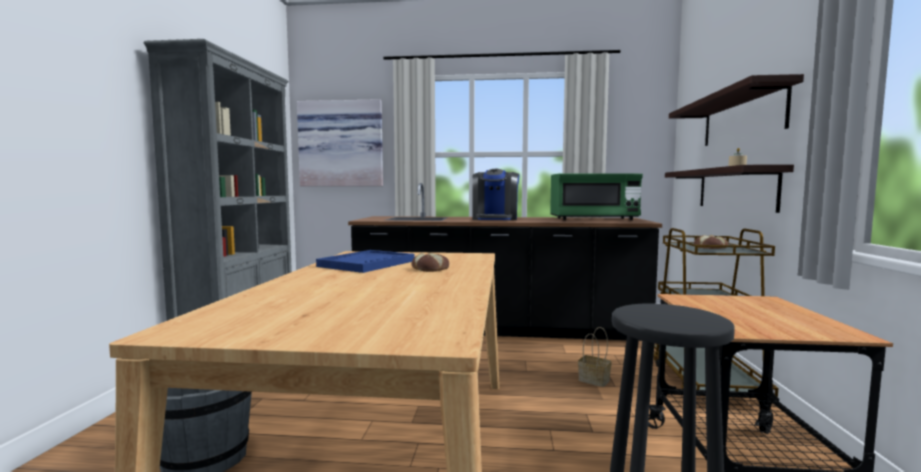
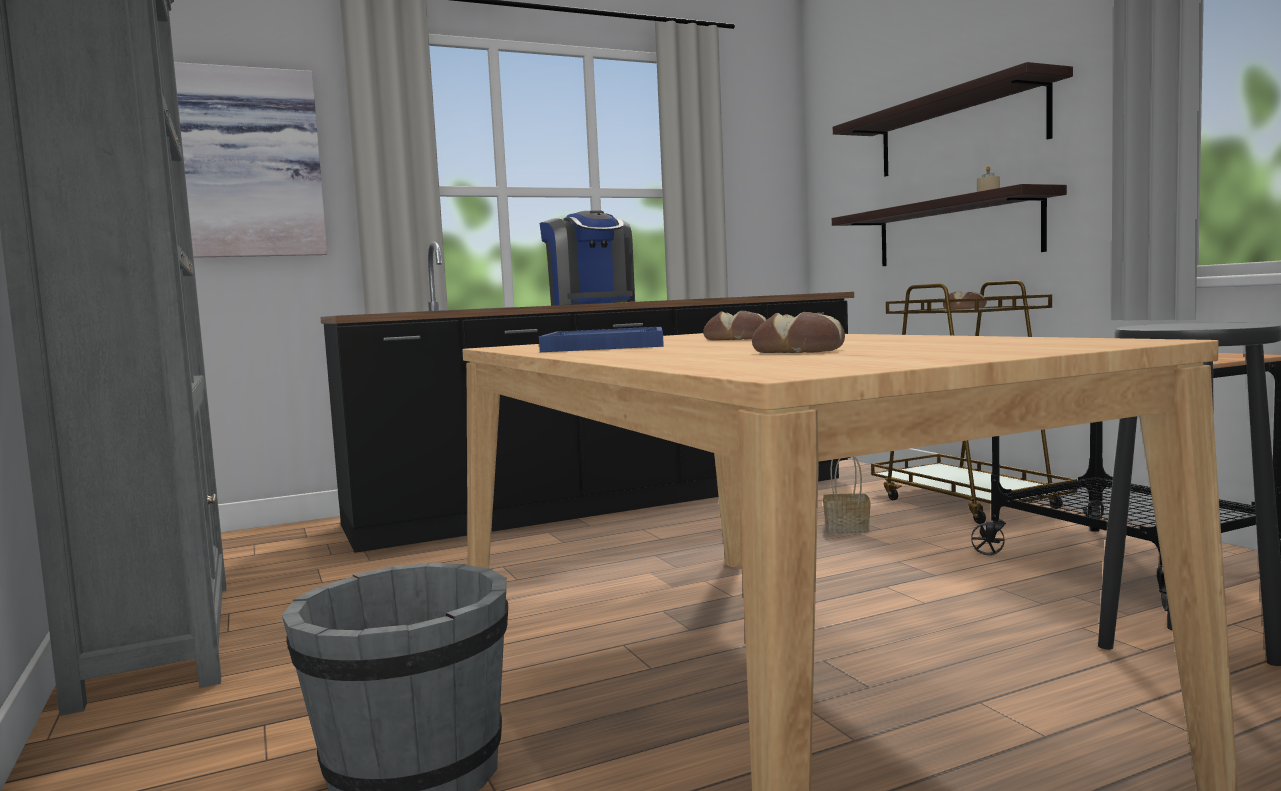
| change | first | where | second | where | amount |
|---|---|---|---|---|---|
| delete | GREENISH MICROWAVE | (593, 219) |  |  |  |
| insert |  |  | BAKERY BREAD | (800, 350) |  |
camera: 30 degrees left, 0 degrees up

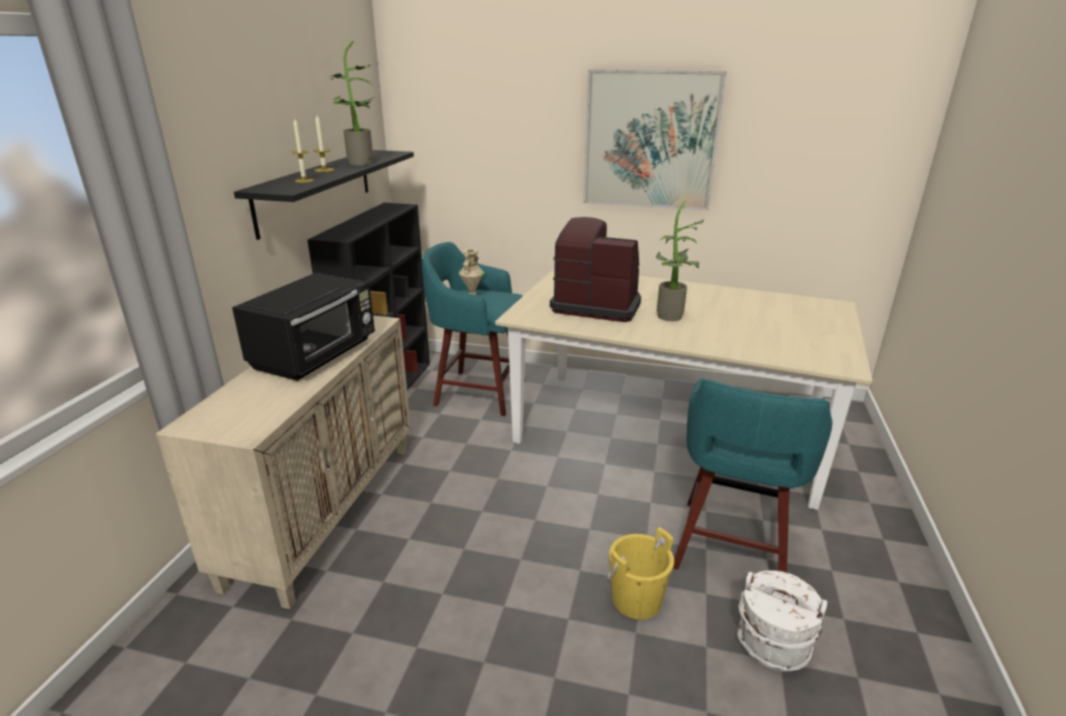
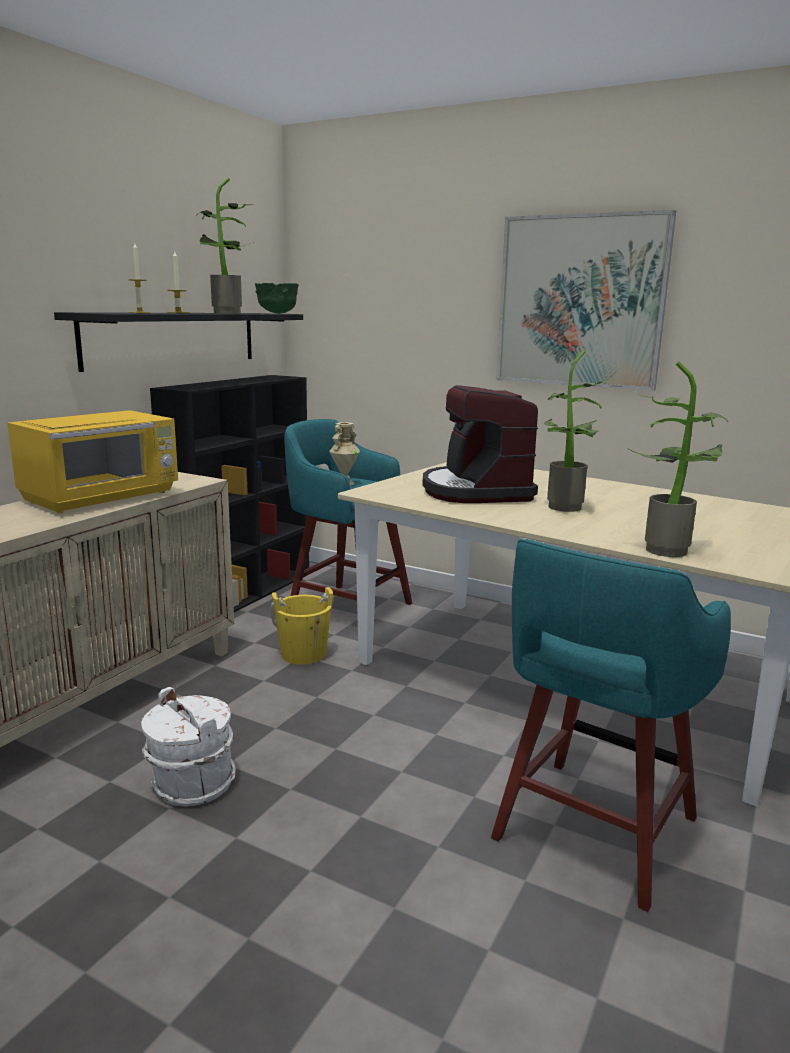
| change | first | where | second | where | amount |
|---|---|---|---|---|---|
| recolor | BLACKISH MICROWAVE | (316, 355) | YELLOW-COLOURED MICROWAVE | (103, 497) |  |
| rotate | COFFEE MACHINE | (596, 305) |  | (476, 491) | 135 degrees counterclockwise |
| move | YELLOW-COLOURED PAIL | (636, 599) |  | (303, 654) |  |
| move | WHITISH PAIL | (772, 645) |  | (192, 784) |  |
| insert |  |  | GREENISH DEEP DISH | (277, 313) |  |
| insert |  |  | PLANT IN A POT | (668, 549) |  |
camera: 15 degrees right, 10 degrees down

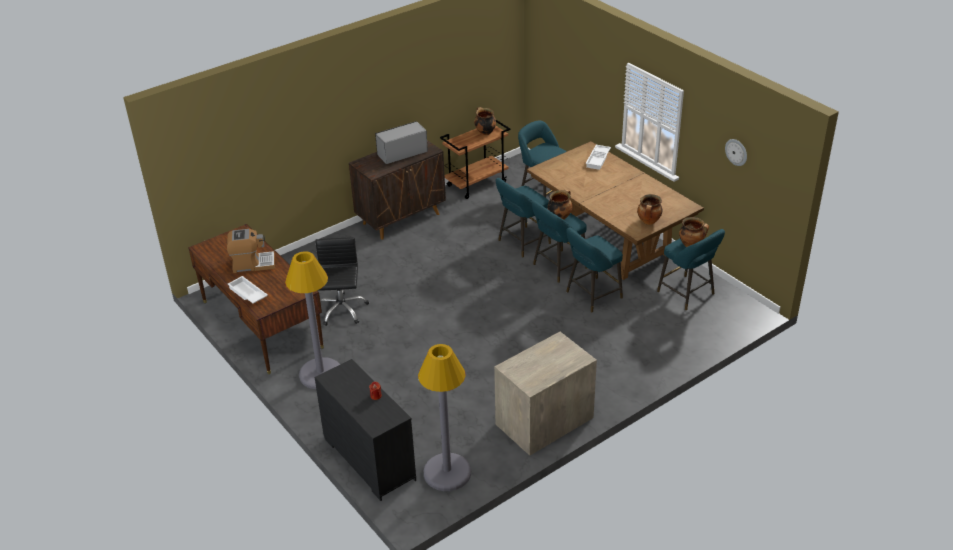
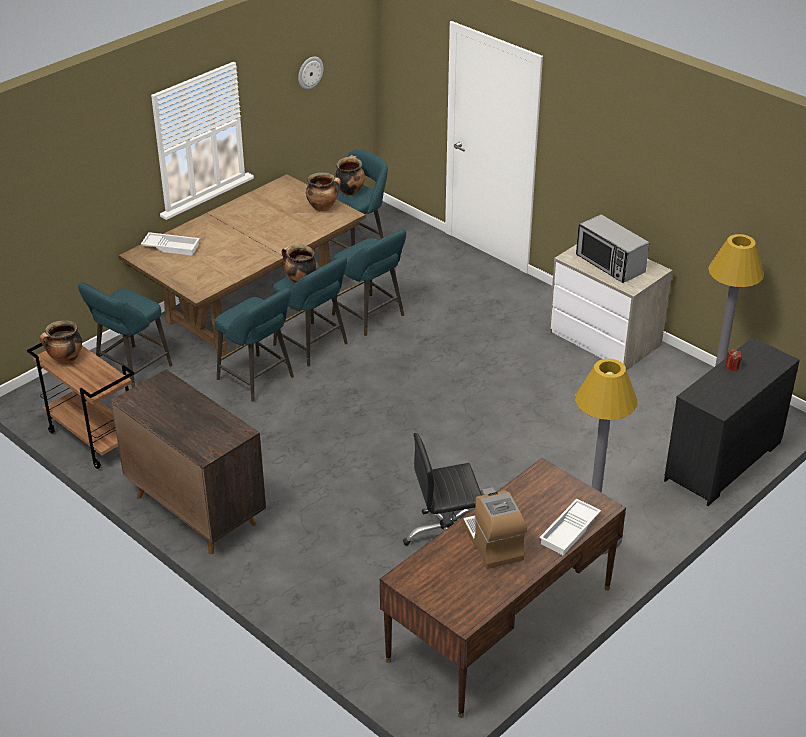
| change | first | where | second | where | amount |
|---|---|---|---|---|---|
| move | MICROWAVE | (402, 153) |  | (610, 264) |  |
camera: 100 degrees left, 0 degrees up

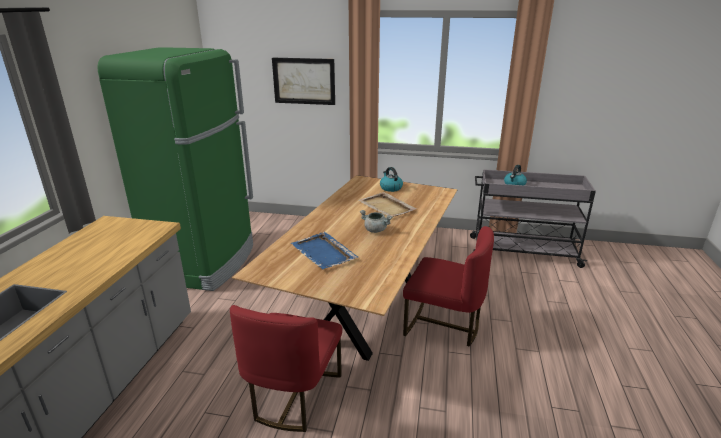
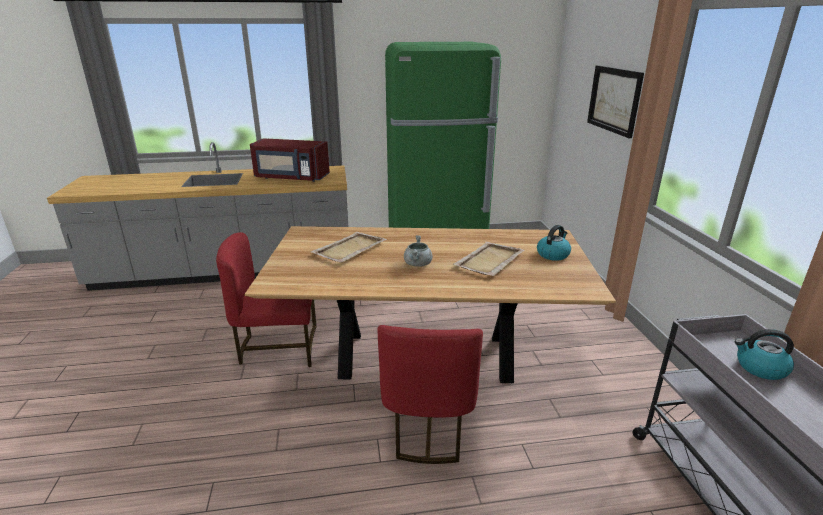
| change | first | where | second | where | amount |
|---|---|---|---|---|---|
| recolor | BLUE CARRYING TRAY | (324, 253) | BEIGE-COLOURED CARRYING TRAY | (349, 249) |  |
| insert |  |  | RED MICROWAVE | (291, 178) |  |
camera: 70 degrees right, 0 degrees up

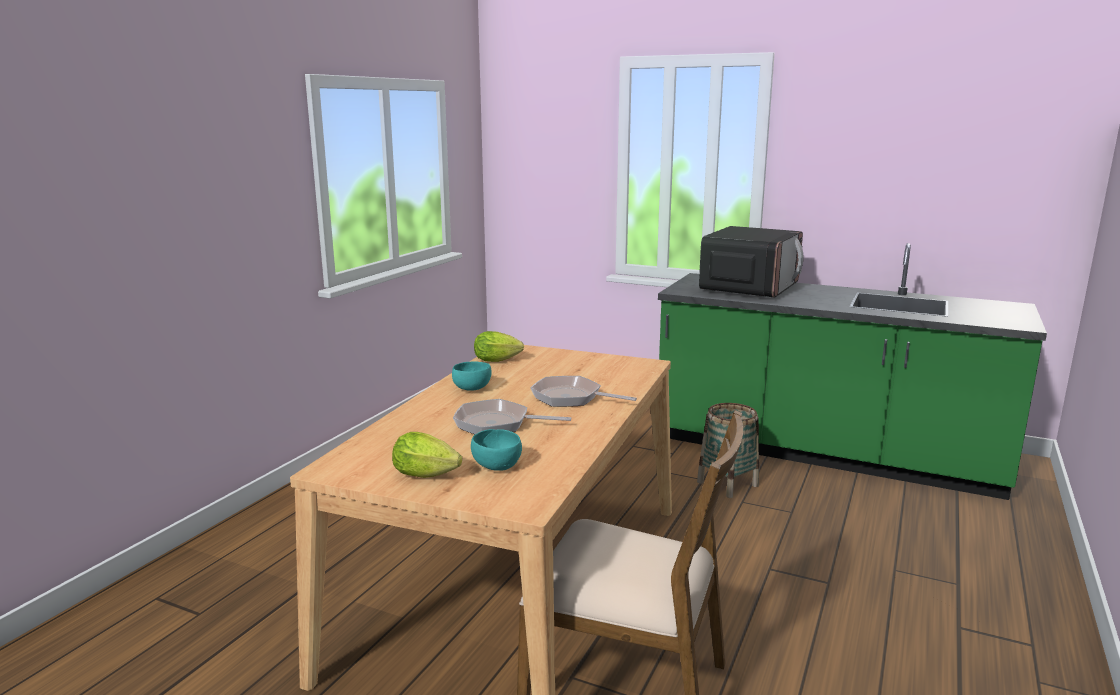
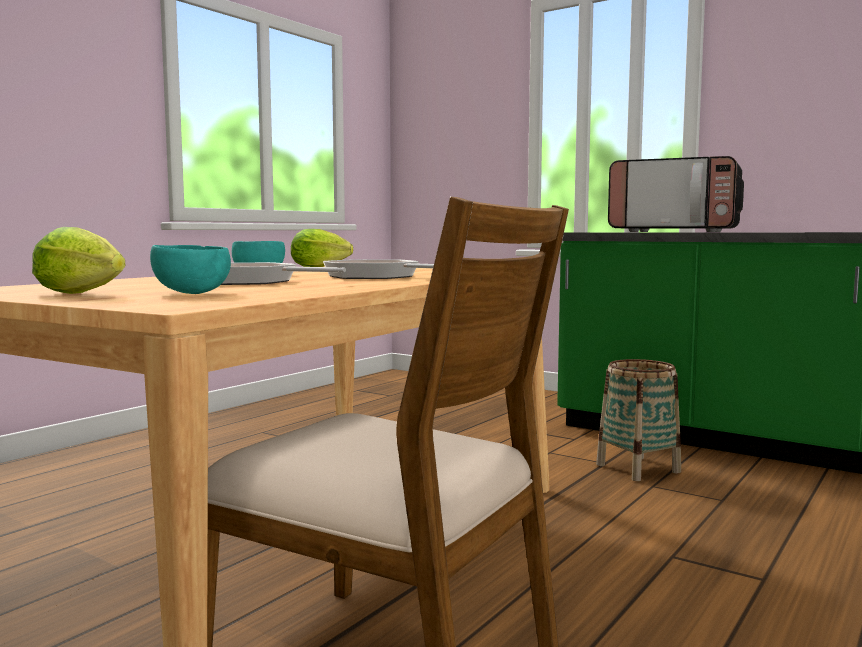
| change | first | where | second | where | amount |
|---|---|---|---|---|---|
| rotate | MICROWAVE | (750, 287) |  | (676, 232) | 75 degrees clockwise |
camera: 10 degrees right, 10 degrees down

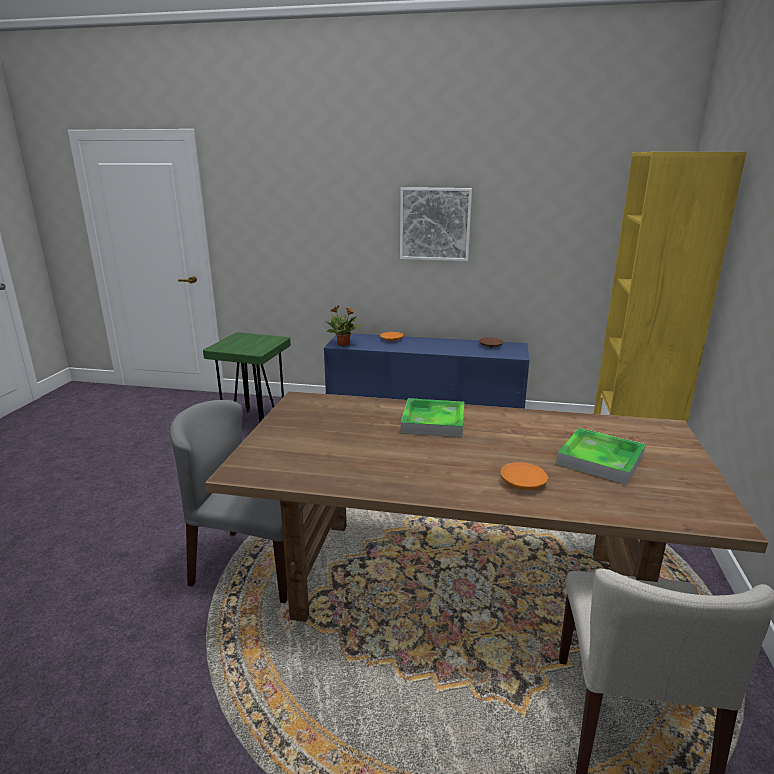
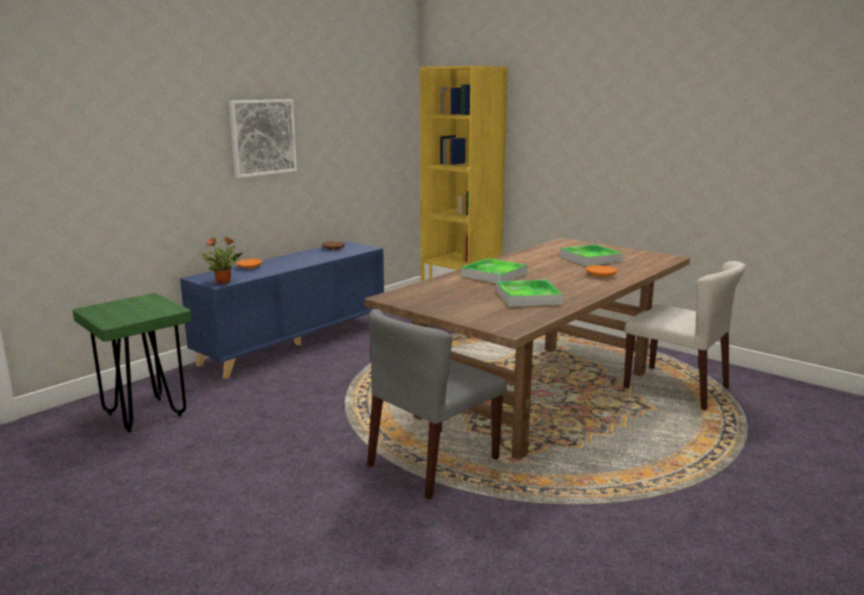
| change | first | where | second | where | amount |
|---|---|---|---|---|---|
| insert |  |  | CARRYING TRAY | (528, 297) |  |
camera: 60 degrees left, 5 degrees down

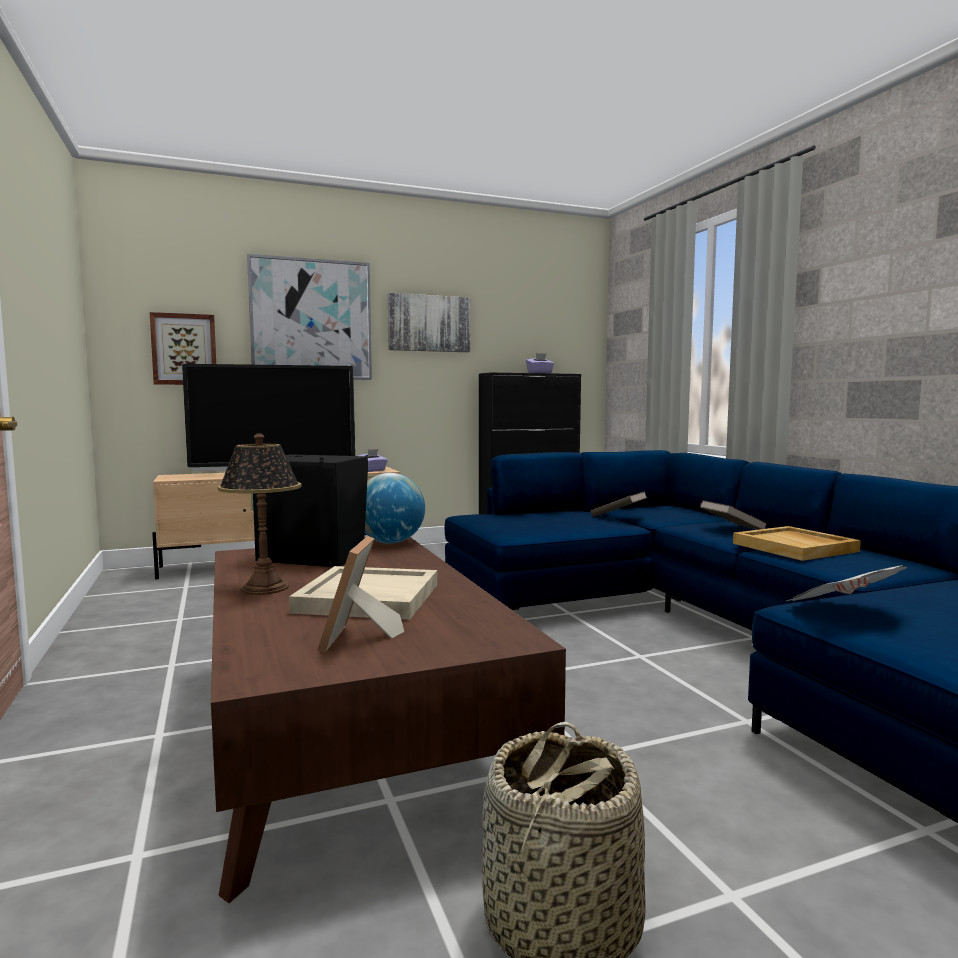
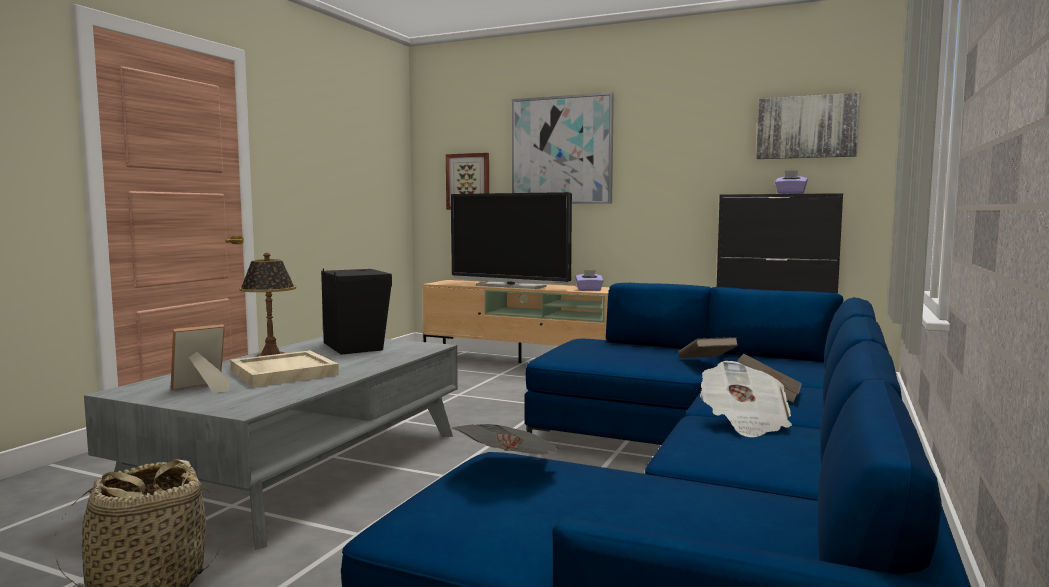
| change | first | where | second | where | amount |
|---|---|---|---|---|---|
| recolor | BROWNISH LOW TABLE | (351, 727) | GRAY LOW TABLE | (302, 467) |  |
| delete | DESK GLOBE | (390, 542) |  |  |  |
| move | WALL PICTURE | (429, 323) |  | (806, 127) |  |
| replace | BEIGE-COLOURED CARRYING TRAY | (795, 547) | NEWSPAPER | (744, 422) |  |
camera: 45 degrees right, 0 degrees up

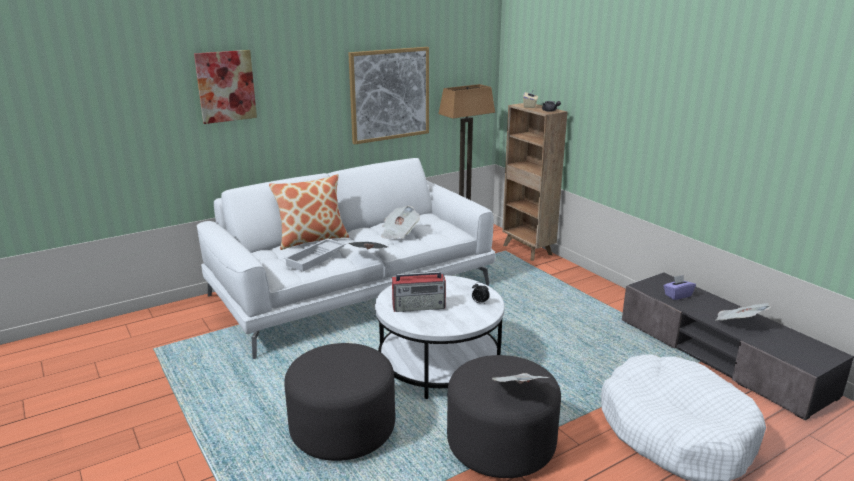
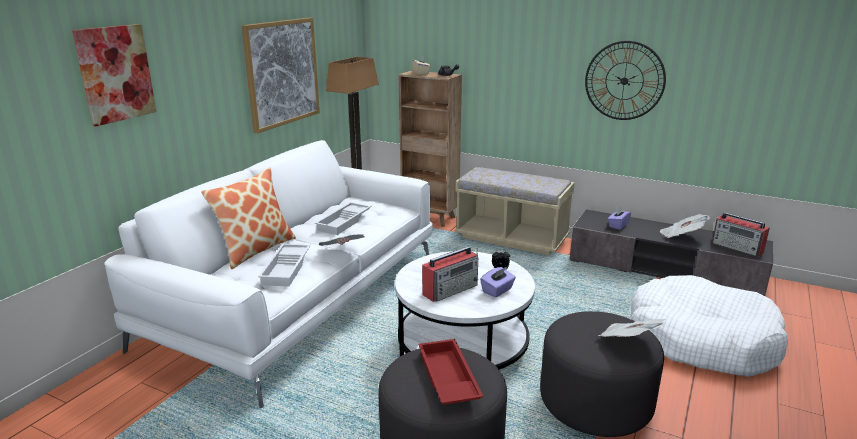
| change | first | where | second | where | amount |
|---|---|---|---|---|---|
| replace | NEWSPAPER | (399, 233) | WHITISH CARRYING TRAY | (344, 222) |  |
| insert |  |  | RED CARRYING TRAY | (446, 379) |  |
| insert |  |  | BEIGE-COLOURED BENCH | (511, 239) |  |
| insert |  |  | PURPLE-COLOURED TISSUE HOLDER | (497, 290) |  |
| insert |  |  | CLOCK ON THE WALL | (624, 81) |  |
| insert |  |  | RADIO | (737, 248) |  |
camera: 30 degrees left, 0 degrees up

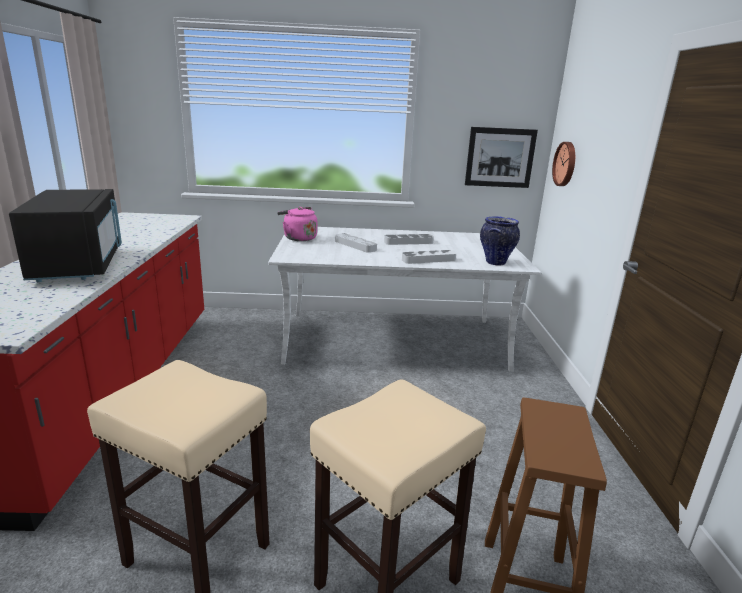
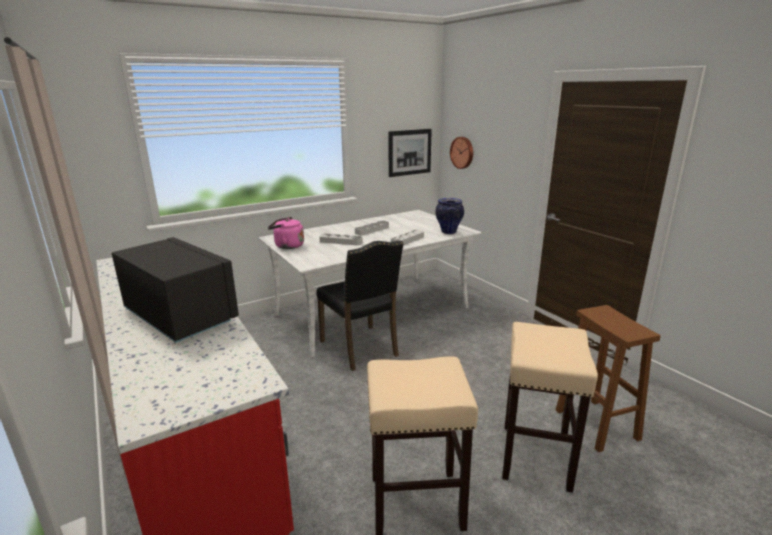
| change | first | where | second | where | amount |
|---|---|---|---|---|---|
| insert |  |  | BLACKISH CHAIR | (361, 348) |  |
camera: 30 degrees left, 0 degrees up

